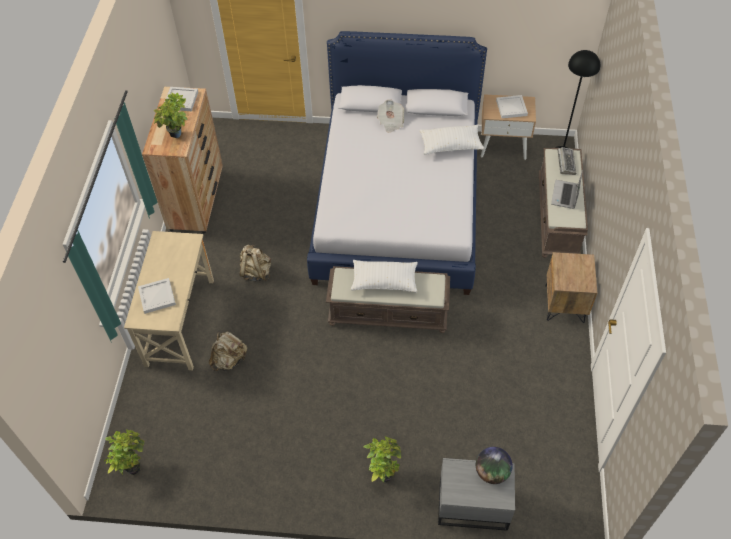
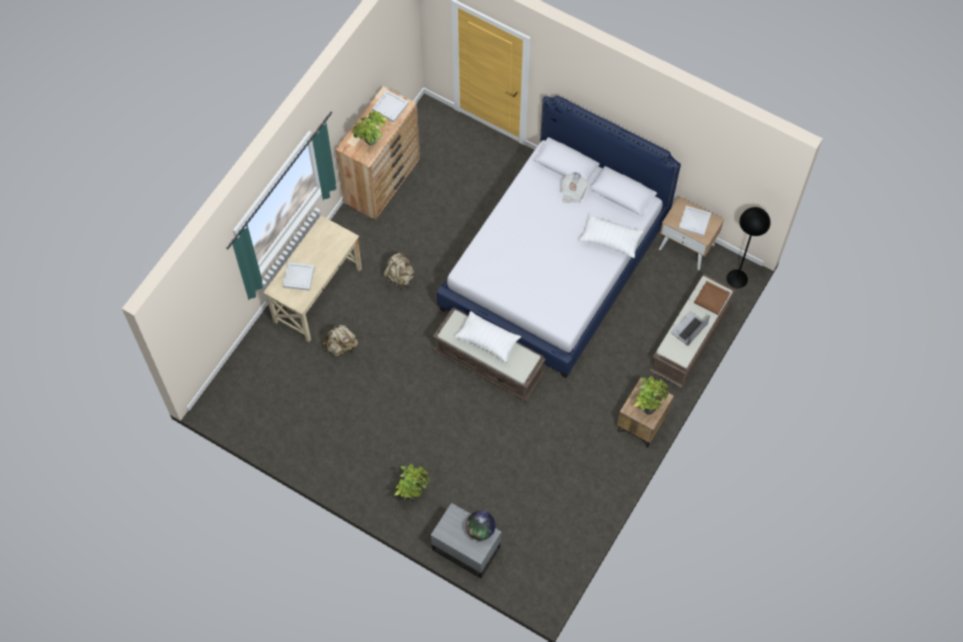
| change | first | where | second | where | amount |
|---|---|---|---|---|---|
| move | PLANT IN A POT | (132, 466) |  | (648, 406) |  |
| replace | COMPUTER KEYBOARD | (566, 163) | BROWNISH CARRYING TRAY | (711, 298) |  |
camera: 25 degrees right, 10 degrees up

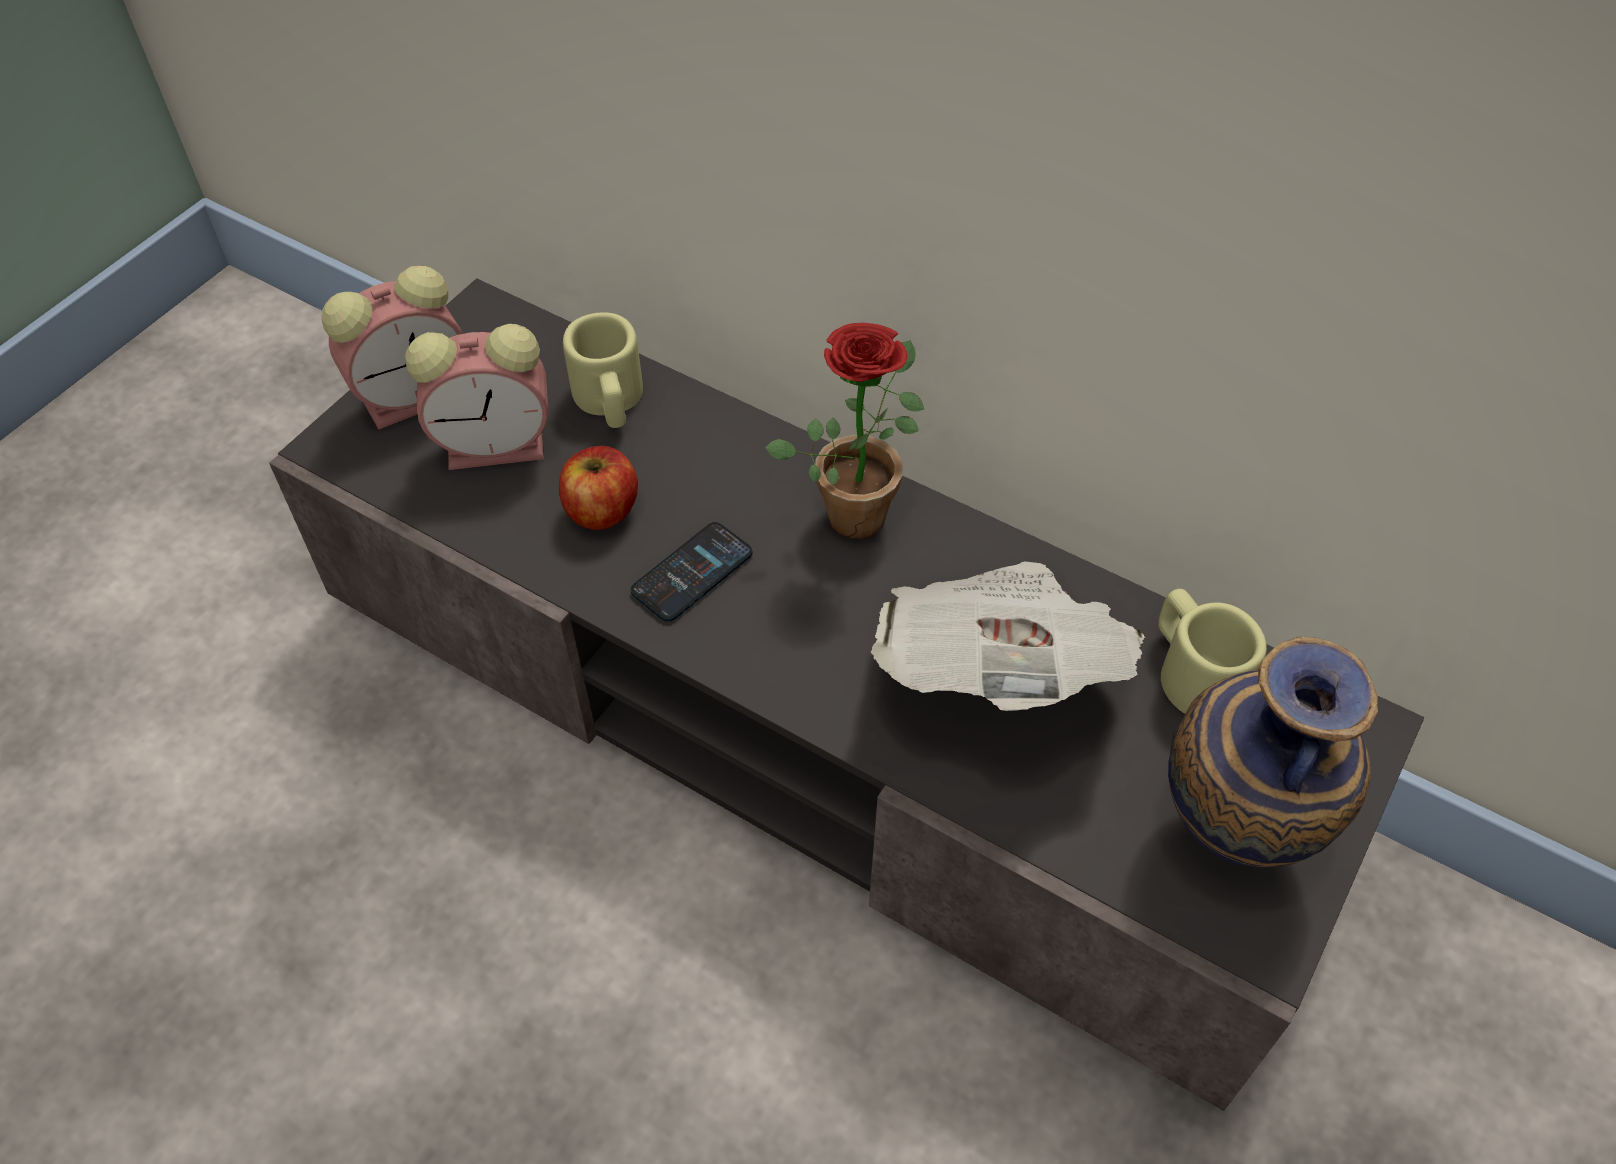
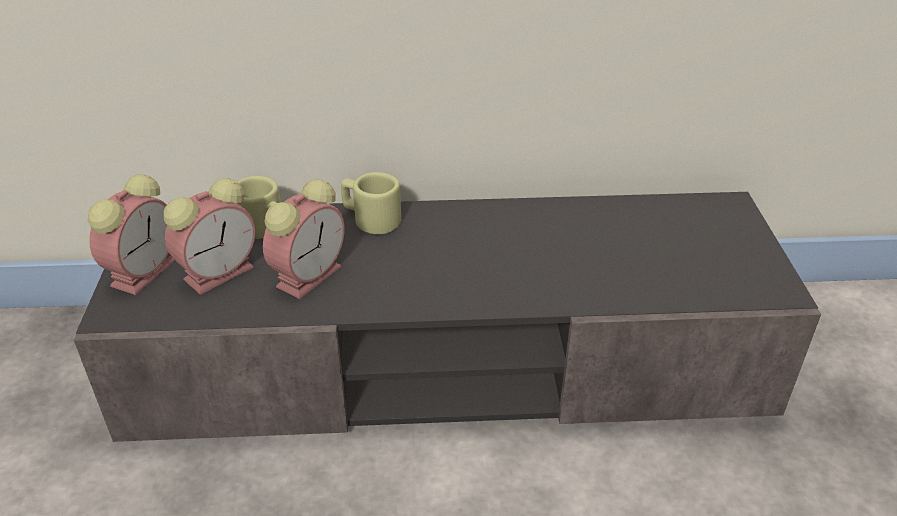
| change | first | where | second | where | amount |
|---|---|---|---|---|---|
| replace | WHOLE APPLE | (601, 510) | BEDSIDE CLOCK | (310, 274) |  |
| delete | PHONE | (692, 573) |  |  |  |
| delete | PLANT IN A POT | (858, 506) |  |  |  |
| delete | NEWSPAPER | (998, 669) |  |  |  |
| move | BEIGE-COLOURED TEA MUG | (1192, 671) |  | (370, 219) |  |
| delete | DECORATIVE VASE | (1233, 836) |  |  |  |
camera: 35 degrees left, 15 degrees down

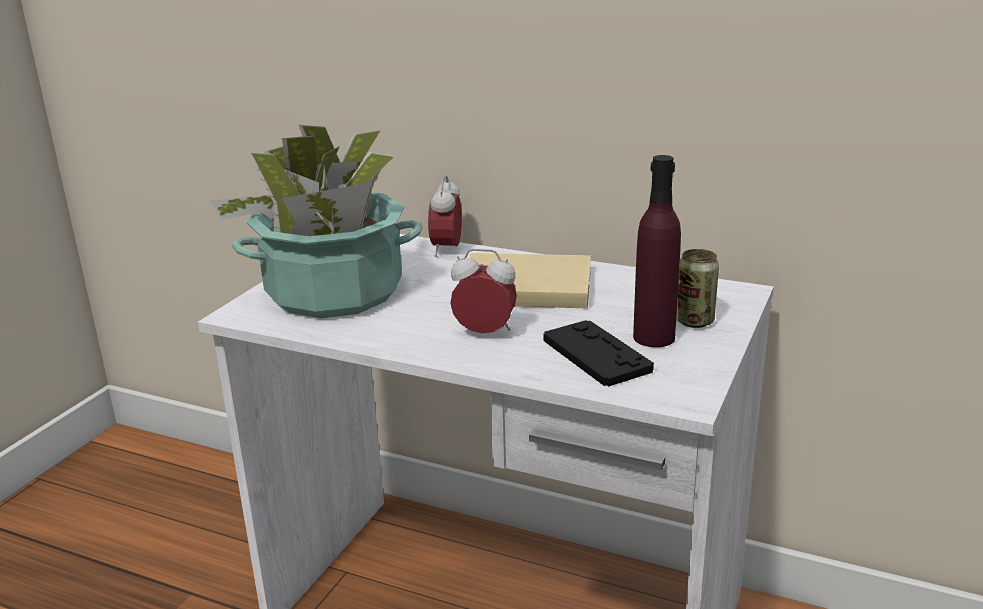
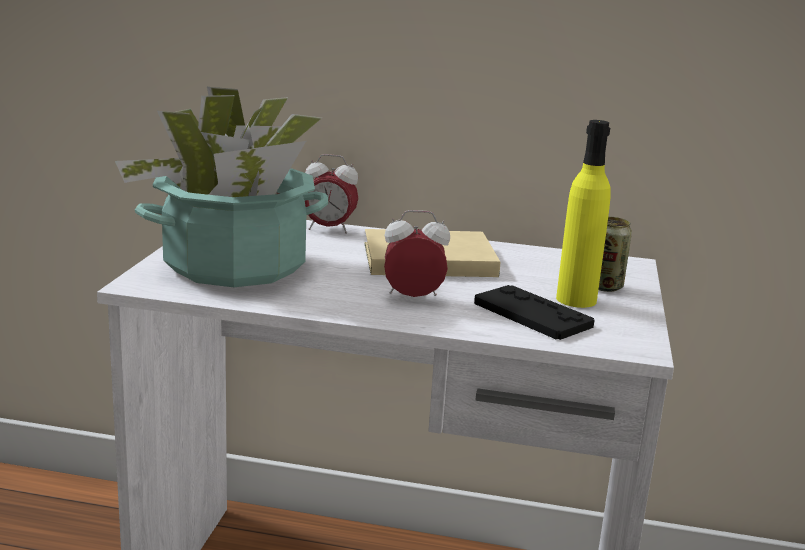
| change | first | where | second | where | amount |
|---|---|---|---|---|---|
| rotate | BEDSIDE CLOCK | (447, 250) |  | (329, 229) | 75 degrees counterclockwise |
| recolor | PURPLE-COLOURED BOTTLE | (654, 337) | YELLOW-COLOURED BOTTLE | (576, 300) |  |
camera: 15 degrees left, 5 degrees down

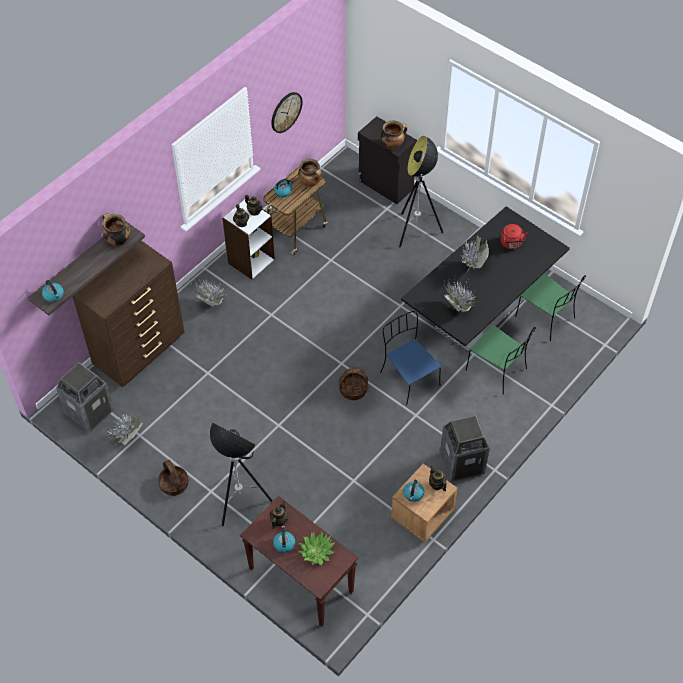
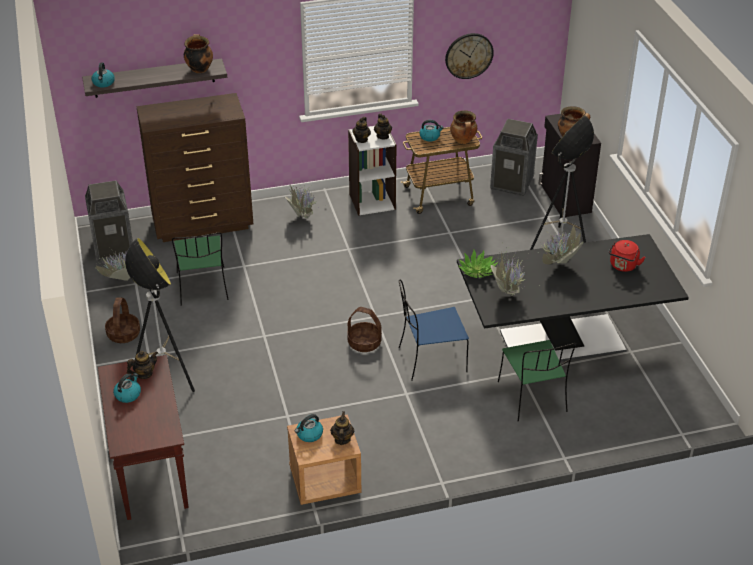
| change | first | where | second | where | amount |
|---|---|---|---|---|---|
| move | PLANT IN A POT | (317, 551) |  | (477, 271) |  |
| rotate | BLUE CHAIR | (408, 378) |  | (430, 360) | 105 degrees counterclockwise |
| move | RUBBISH BIN | (462, 463) |  | (512, 183) |  |
| move | GREENISH CHAIR | (546, 318) |  | (202, 287) |  |
camera: 35 degrees right, 15 degrees down

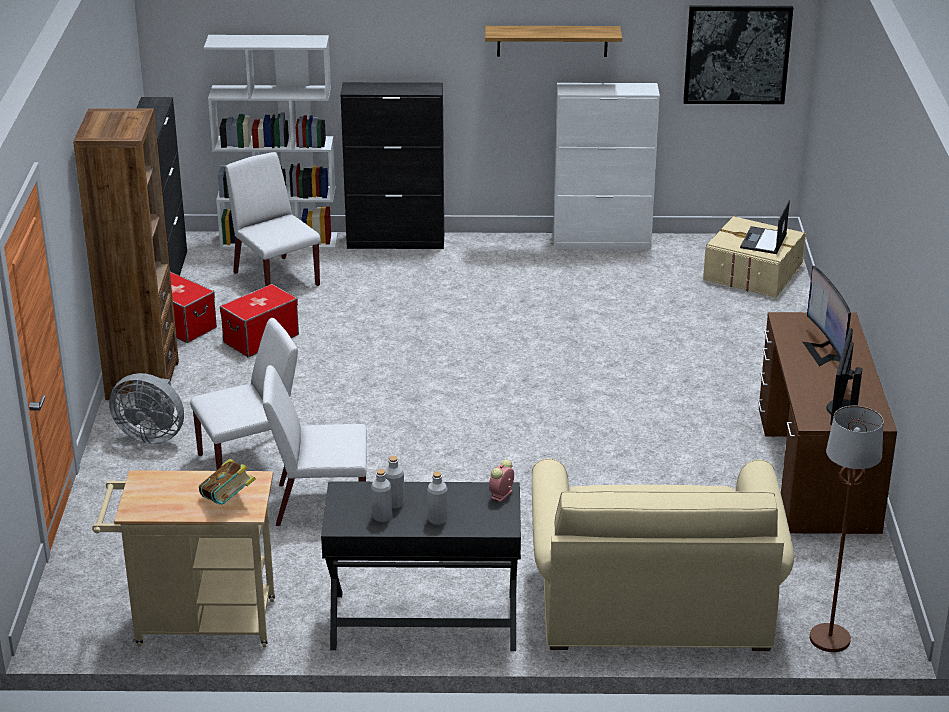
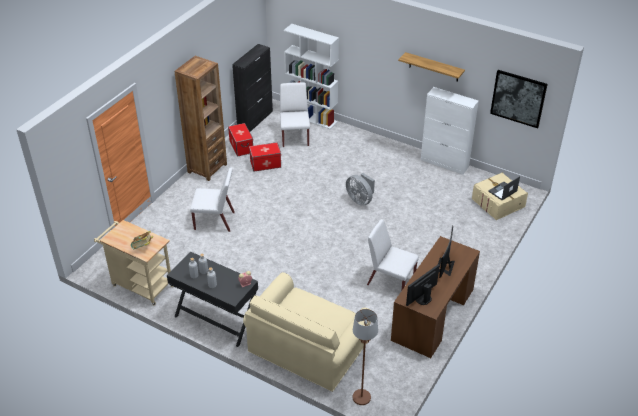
| change | first | where | second | where | amount |
|---|---|---|---|---|---|
| move | GRAY COOLING FAN | (151, 435) |  | (360, 200) |  |
| move | WHITISH CHAIR | (320, 504) |  | (390, 281) |  |
| delete | BLACKISH STORAGE CABINET | (396, 241) |  |  |  |
camera: 30 degrees right, 10 degrees up

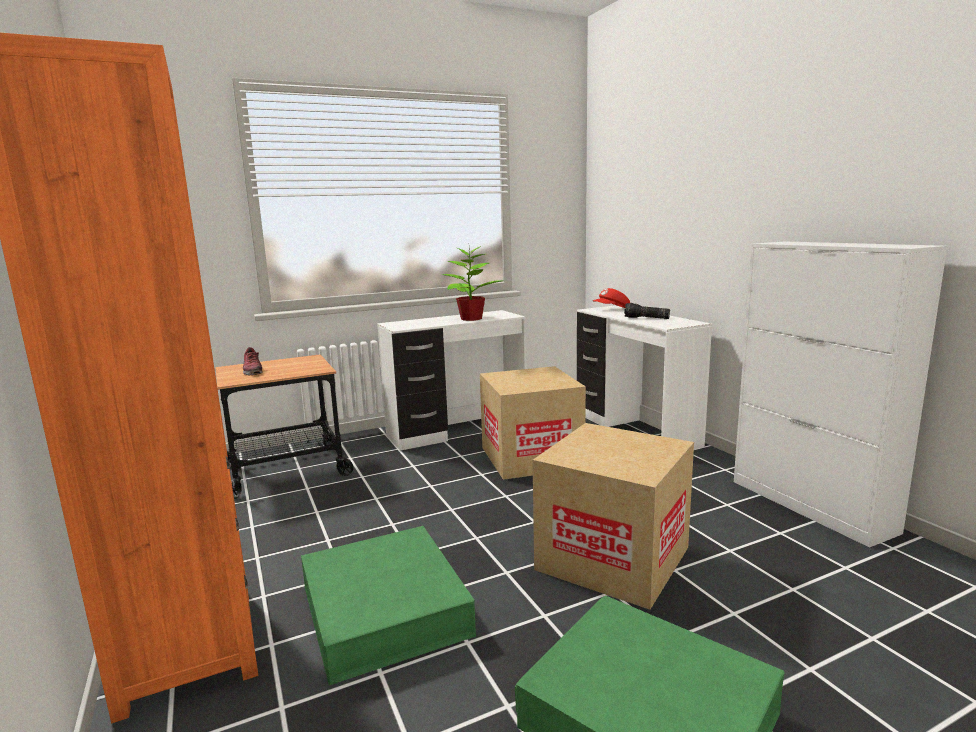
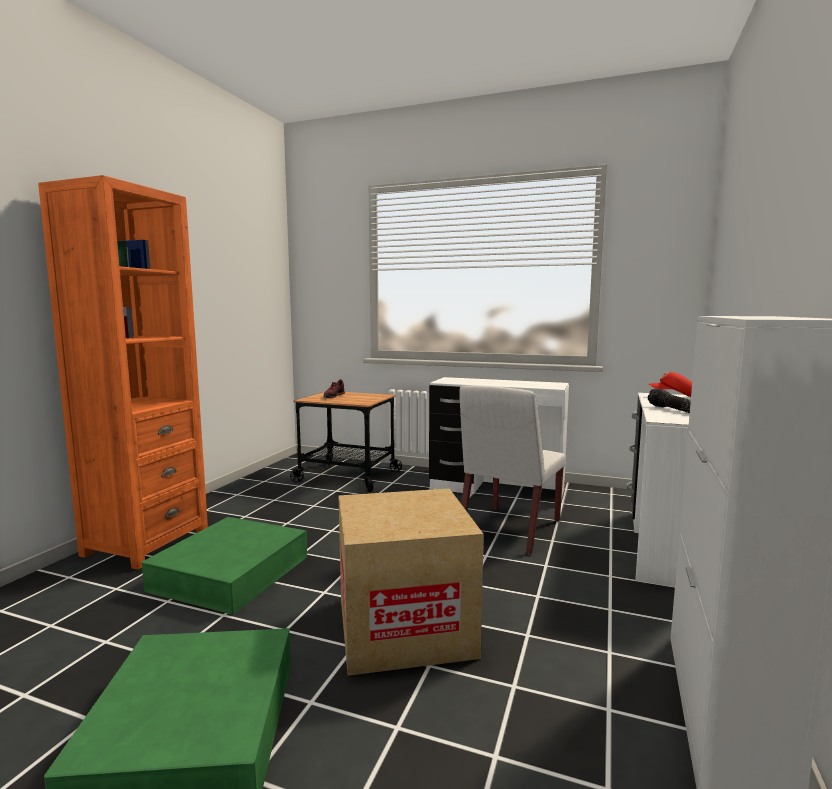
| change | first | where | second | where | amount |
|---|---|---|---|---|---|
| delete | PLANT IN A POT | (470, 319) |  |  |  |
| replace | CARDBOARD BOX | (531, 457) | WHITISH CHAIR | (509, 529) |  |
camera: 45 degrees right, 5 degrees down

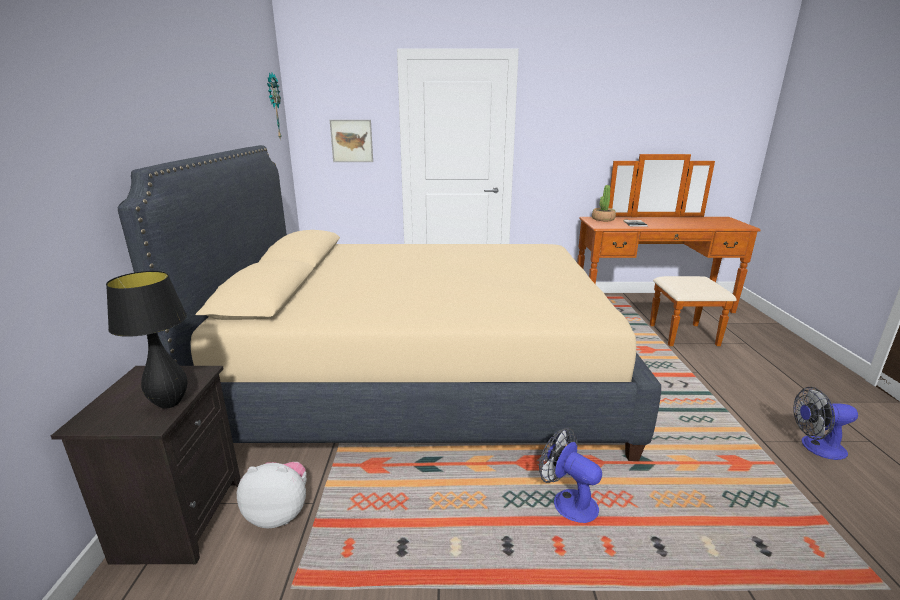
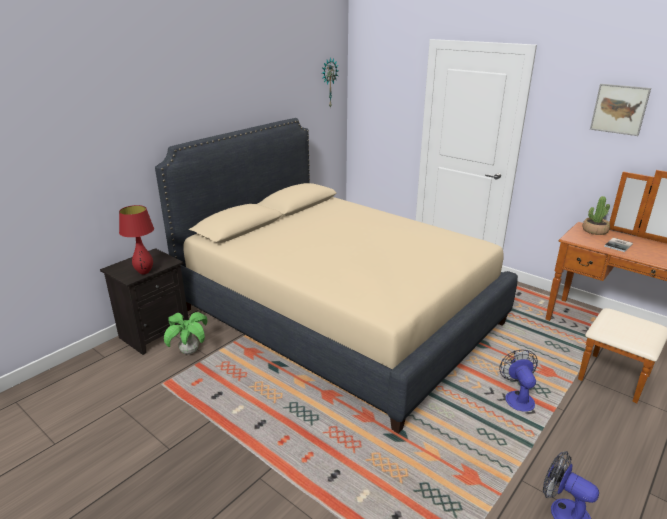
| change | first | where | second | where | amount |
|---|---|---|---|---|---|
| recolor | BLACKISH LAMP FOR A TABLE | (170, 403) | RED LAMP FOR A TABLE | (144, 272) |  |
| replace | PLUSH TOY | (279, 513) | PLANT IN A POT | (189, 352) |  |
| move | WALL PICTURE | (351, 141) |  | (619, 109) |  |
| move | COOLING FAN | (568, 501) |  | (517, 397) |  |
camera: 40 degrees right, 5 degrees up

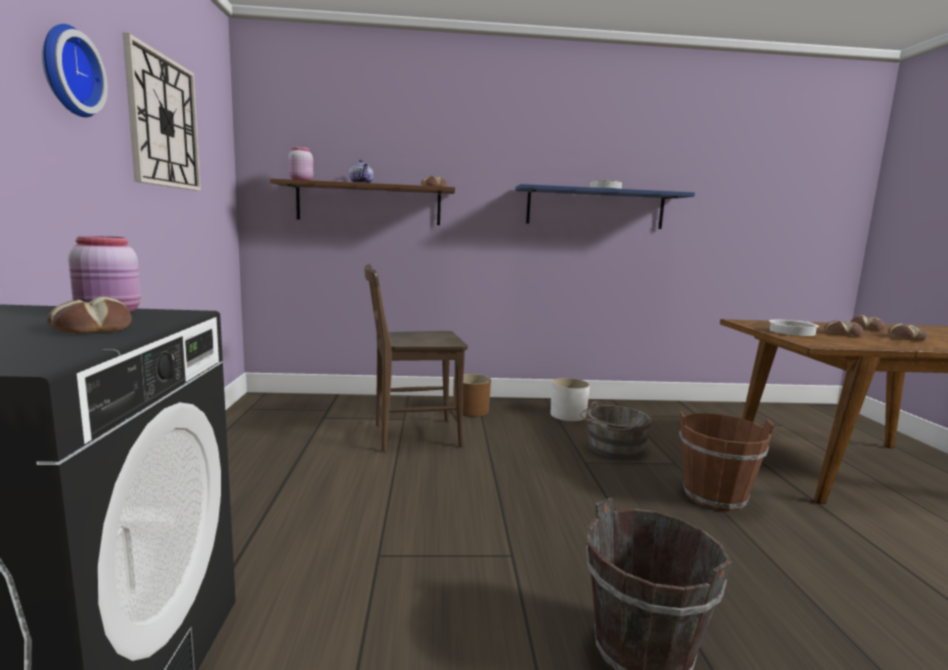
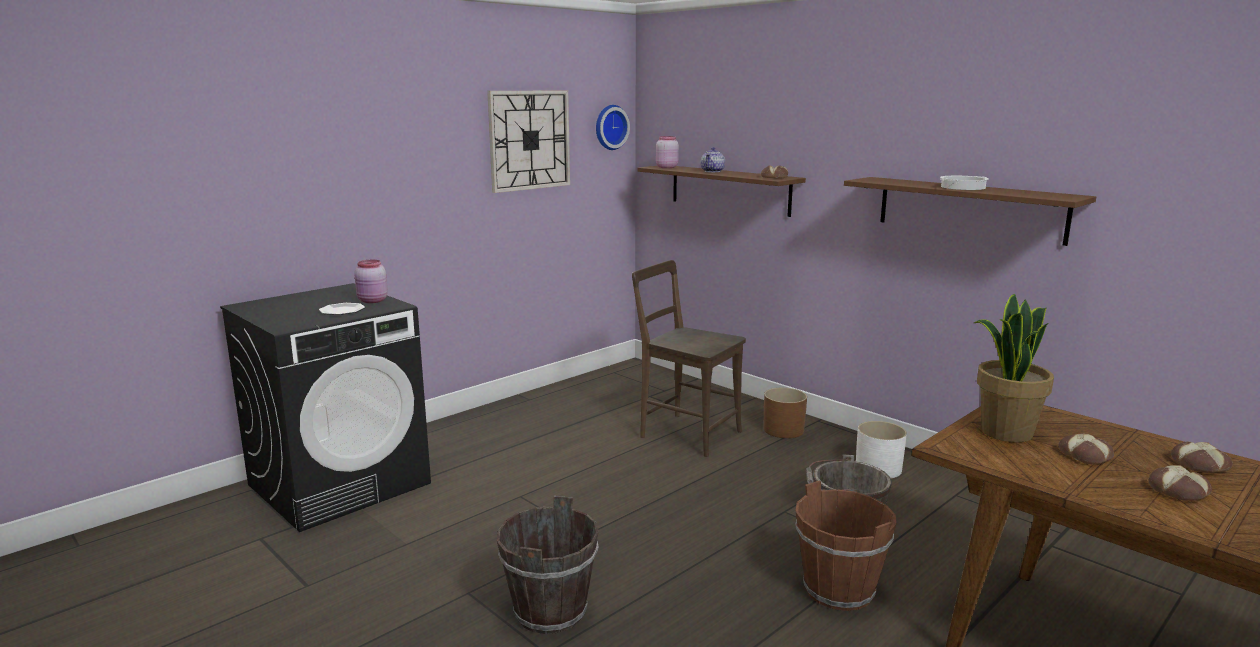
| change | first | where | second | where | amount |
|---|---|---|---|---|---|
| move | CLOCK ON THE WALL | (67, 71) |  | (609, 127) |  |
| replace | BAKERY BREAD | (91, 328) | FLAT DISH | (341, 311) |  |
| recolor | BLUE WALL SHELF | (595, 208) | BROWNISH WALL SHELF | (969, 209) |  |
| replace | SAUCEPOT | (792, 332) | PLANT IN A POT | (1005, 432) |  |
camera: 50 degrees right, 5 degrees up

